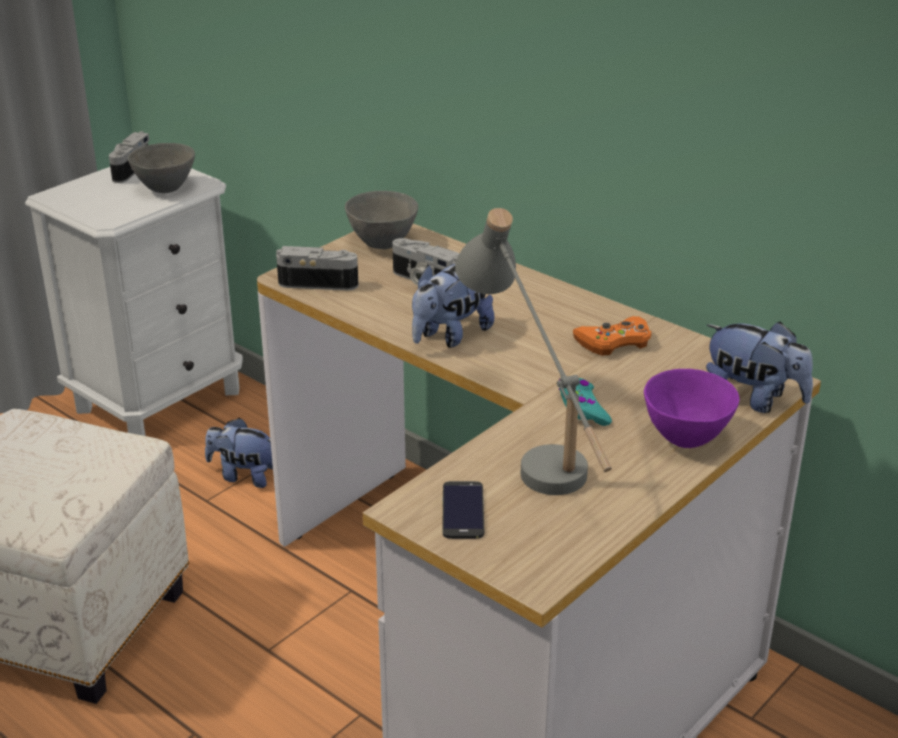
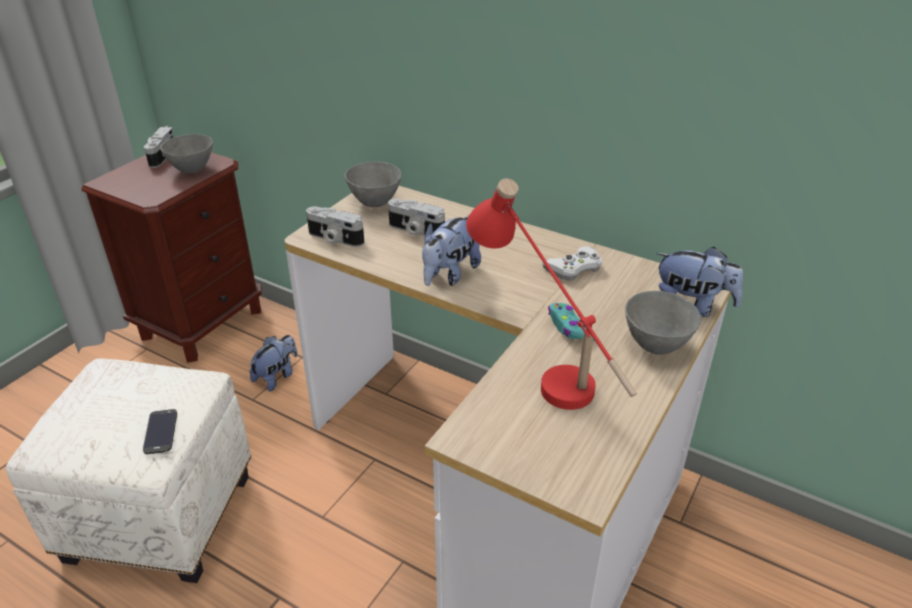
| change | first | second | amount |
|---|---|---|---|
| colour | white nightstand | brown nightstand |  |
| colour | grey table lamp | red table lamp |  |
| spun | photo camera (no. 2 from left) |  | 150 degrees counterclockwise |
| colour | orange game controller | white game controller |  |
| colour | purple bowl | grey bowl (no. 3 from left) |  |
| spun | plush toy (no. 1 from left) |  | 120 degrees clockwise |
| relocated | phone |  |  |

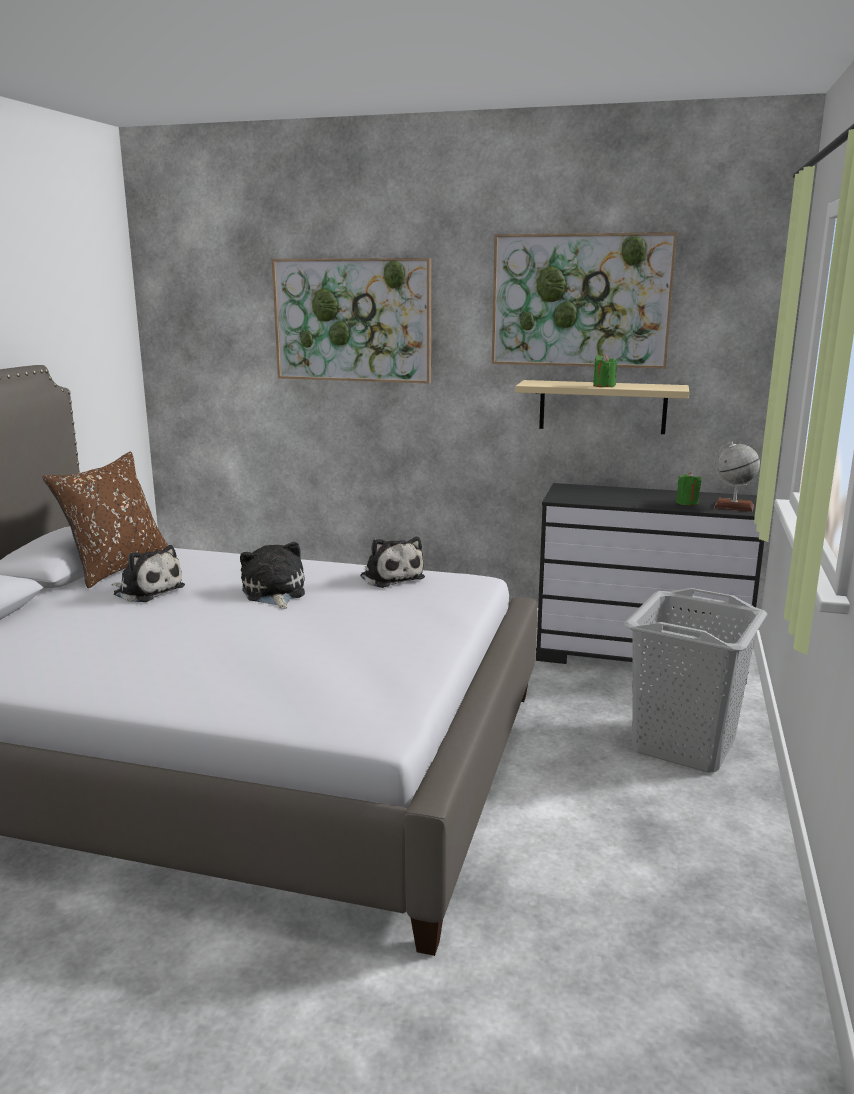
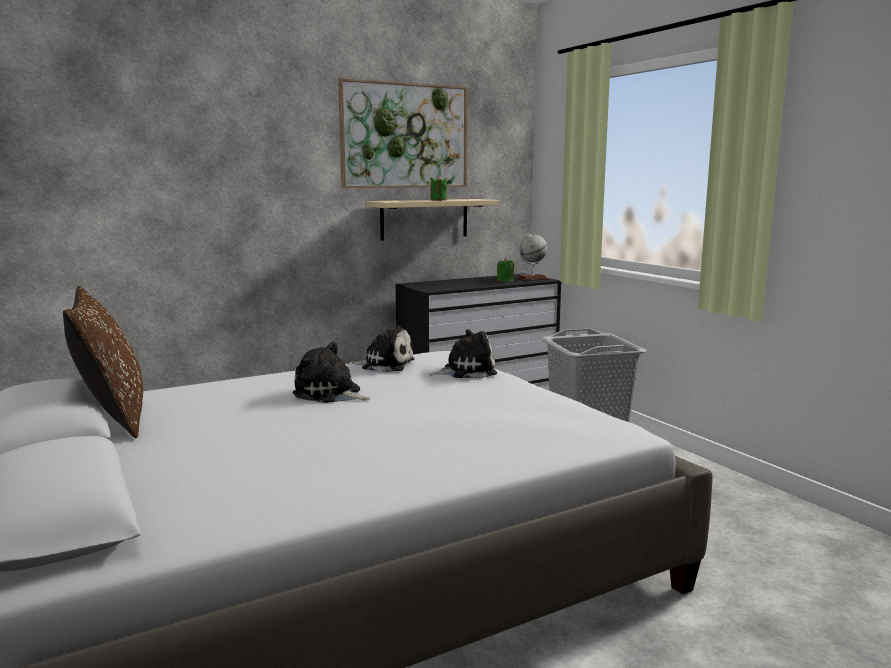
| change | first | second | amount |
|---|---|---|---|
| missing | picture (no. 1 from left) |  |  |
| relocated | plush toy (no. 1 from left in the first image) | plush toy (no. 3 from left) |  |

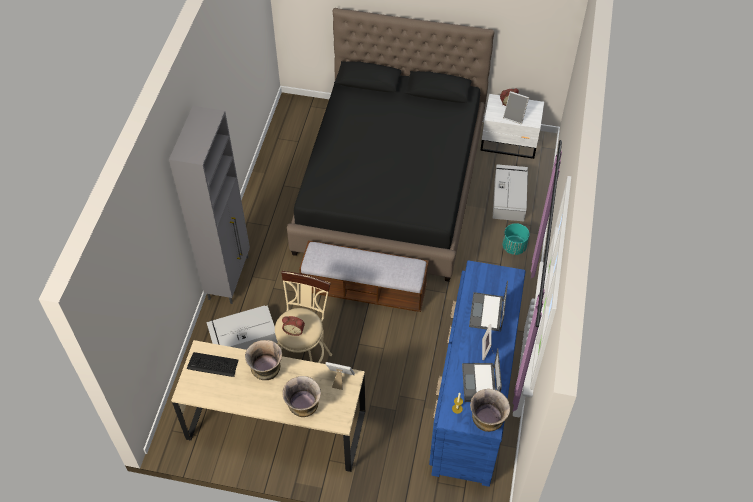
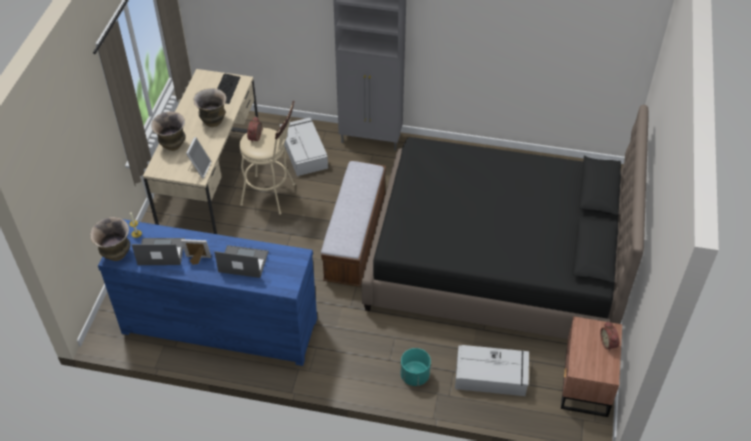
| change | first | second | amount |
|---|---|---|---|
| missing | picture frame (no. 3 from left) |  |  |
| colour | white nightstand | brown nightstand |  |

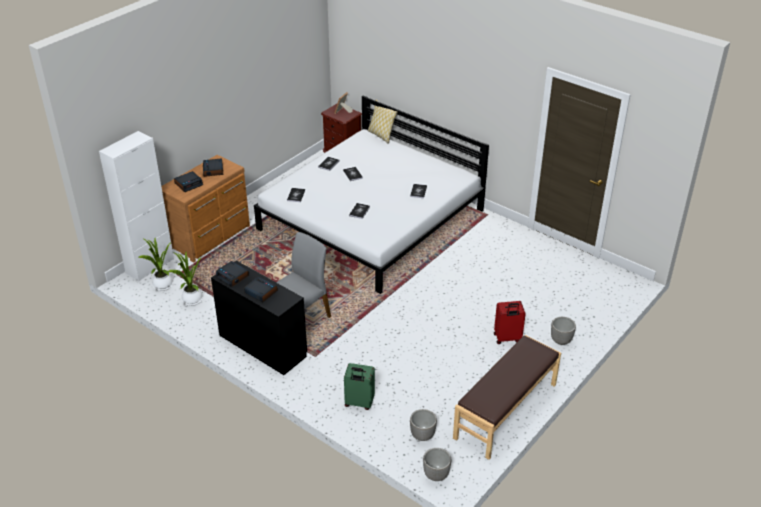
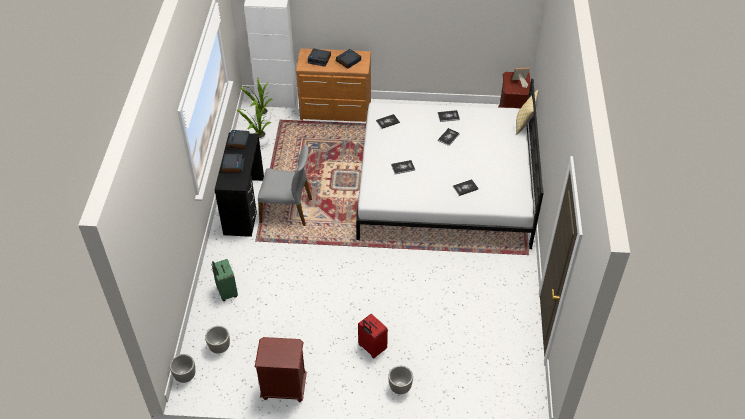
| change | first | second | amount |
|---|---|---|---|
| exchanged | brown bench | brown nightstand (no. 1 from left) |  |

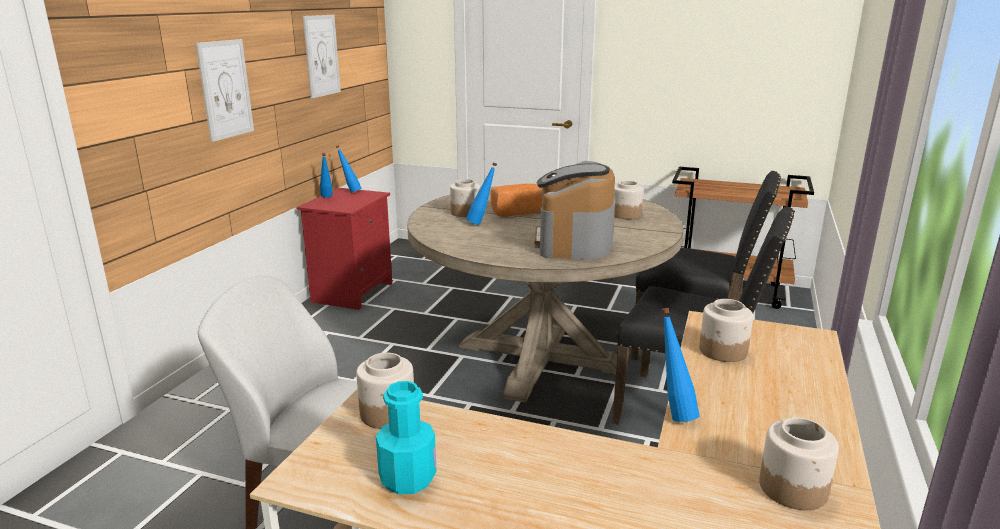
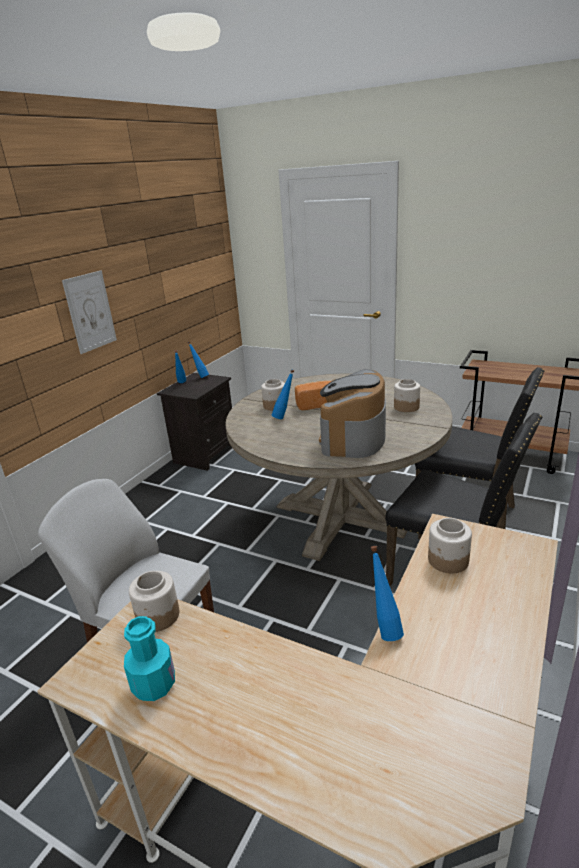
| change | first | second | amount |
|---|---|---|---|
| missing | picture (no. 2 from left) |  |  |
| colour | red nightstand | black nightstand |  |
| missing | jar (no. 5 from left) |  |  |

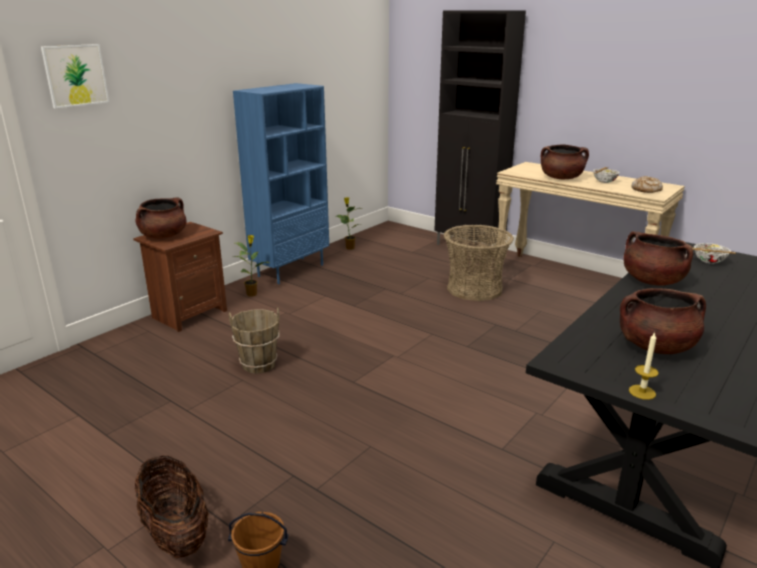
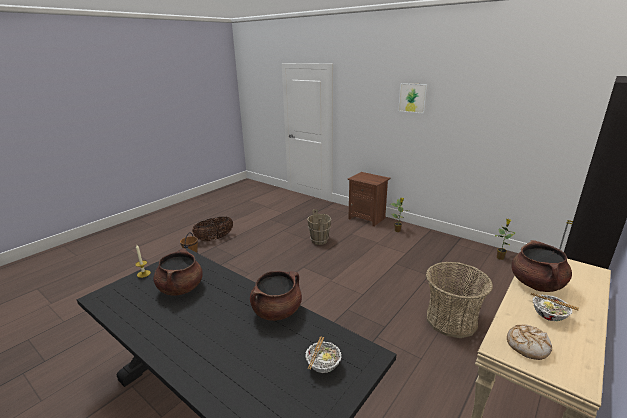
| change | first | second | amount |
|---|---|---|---|
| relocated | picture |  |  |
| missing | blue bookcase |  |  |
| missing | brown cooking pot (no. 1 from left) |  |  |

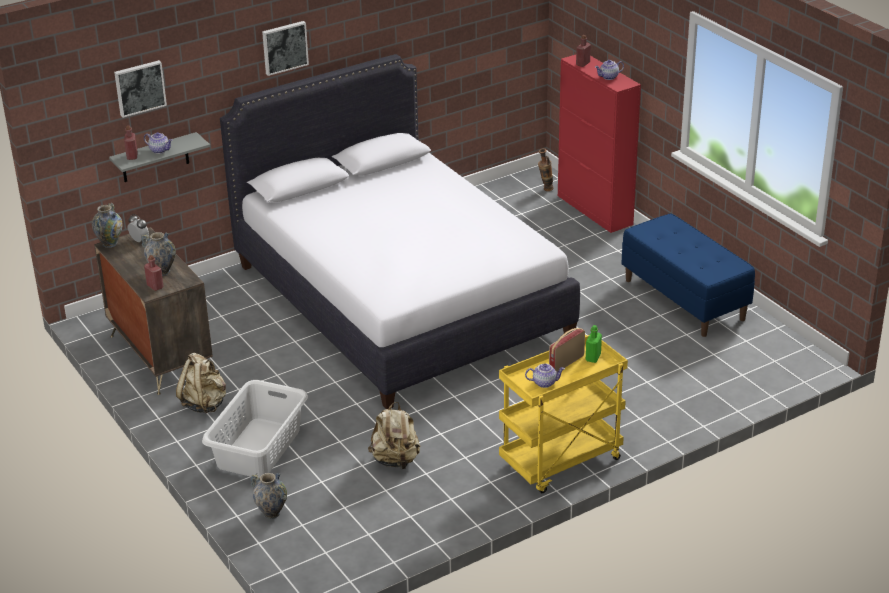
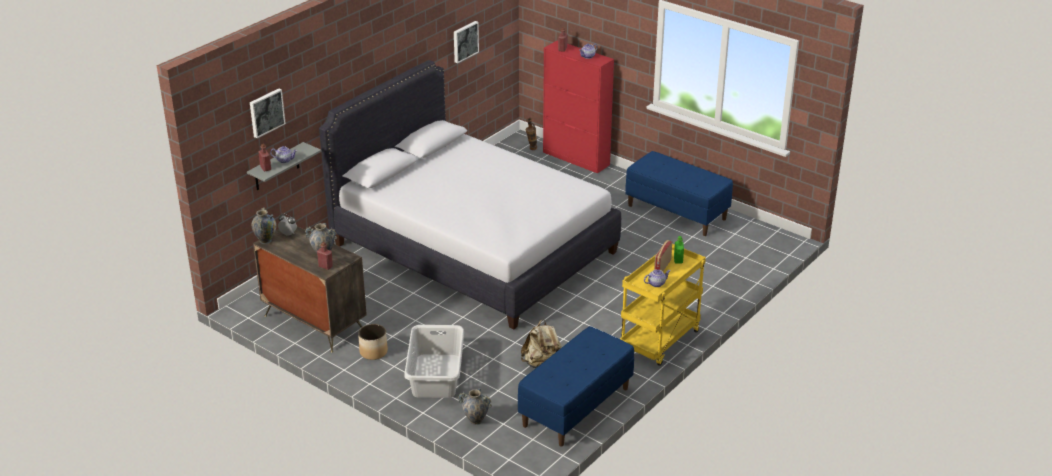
| change | first | second | amount |
|---|---|---|---|
| relocated | picture (no. 2 from left) |  |  |
| exchanged | beige backpack (no. 1 from left) | planter |  |
| appeared |  | blue bench (no. 1 from left) |  |

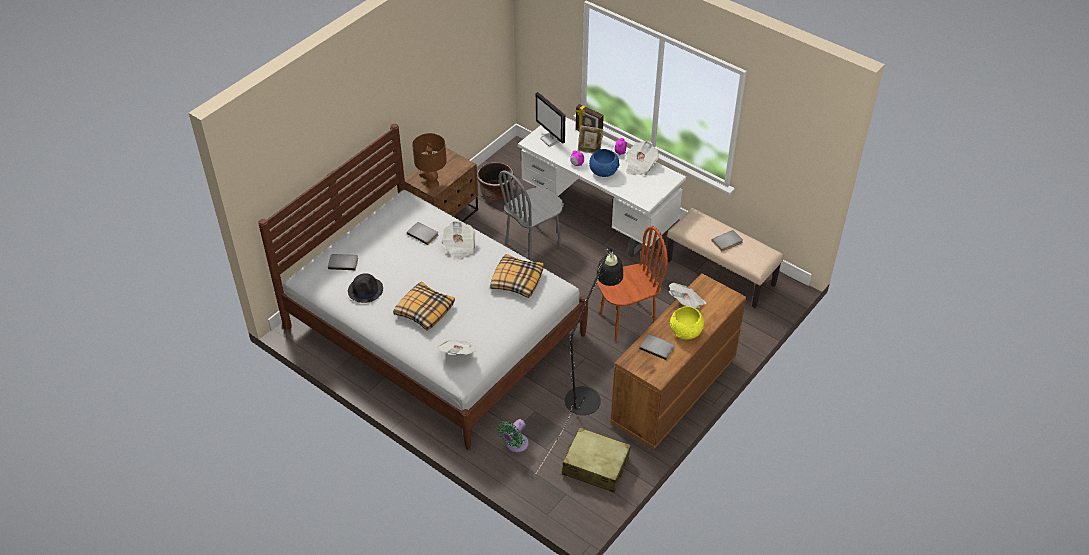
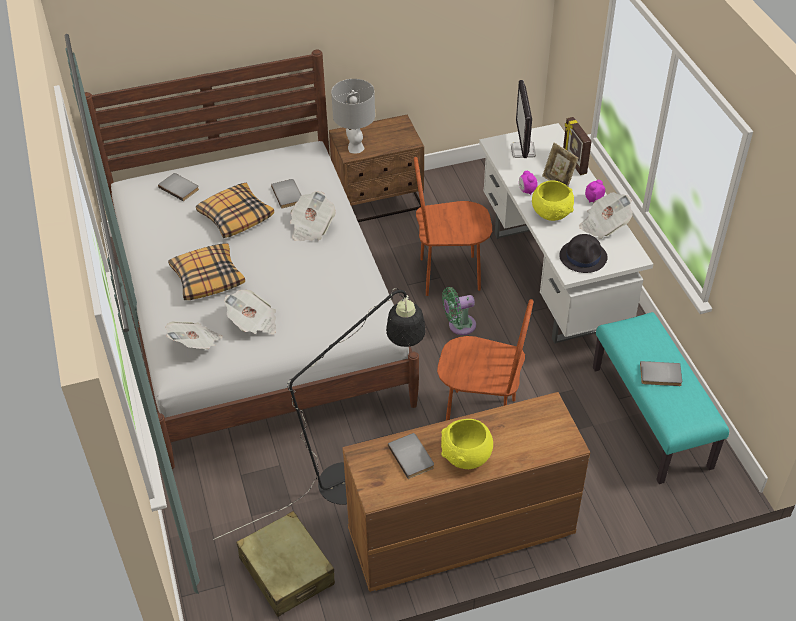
| change | first | second | amount |
|---|---|---|---|
| colour | brown table lamp | grey table lamp |  |
| colour | blue bowl | yellow bowl (no. 2 from left) |  |
| missing | brown planter |  |  |
| colour | grey chair | brown chair (no. 1 from left) |  |
| colour | beige bench | turquoise bench |  |
| relocated | pillow (no. 2 from left) |  |  |
| relocated | black hat |  |  |
| relocated | newspaper (no. 4 from left in the first image) | newspaper (no. 2 from left) |  |
| relocated | green fan |  |  |

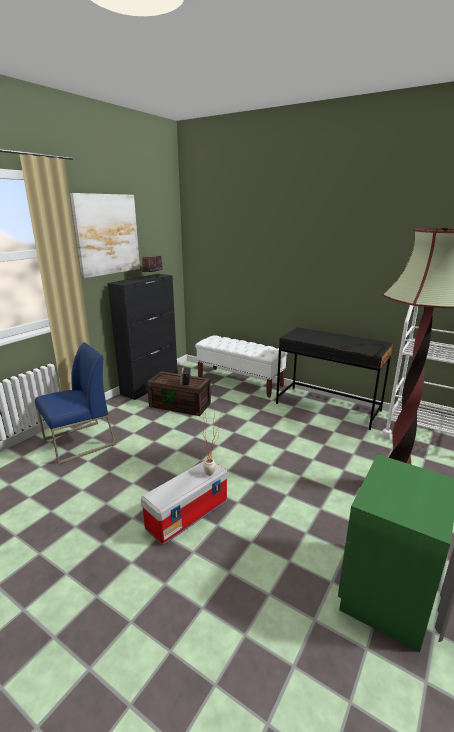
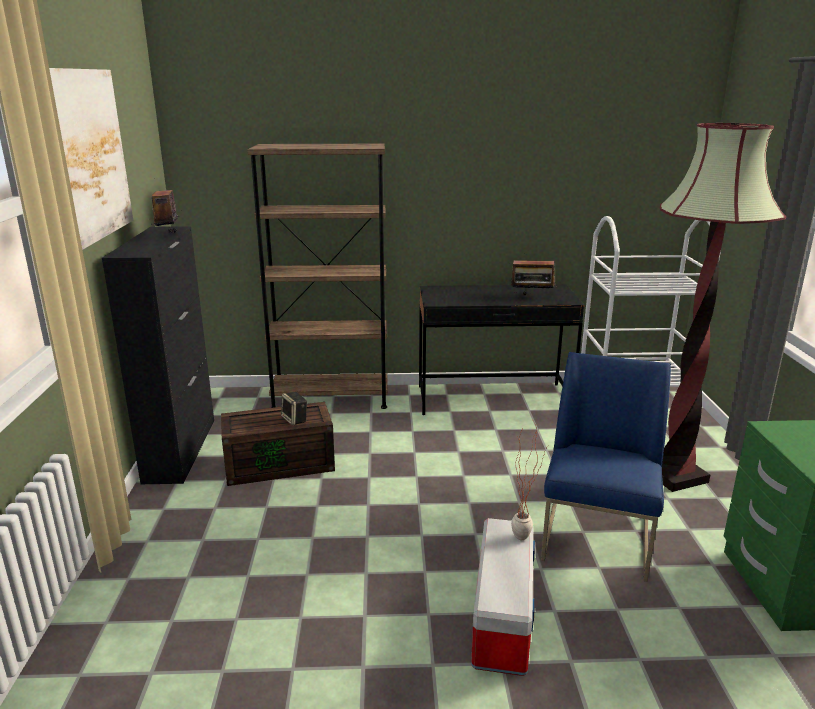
| change | first | second | amount |
|---|---|---|---|
| exchanged | white bench | brown bookcase |  |
| relocated | blue chair |  |  |
| appeared |  | radio (no. 2 from left) |  |

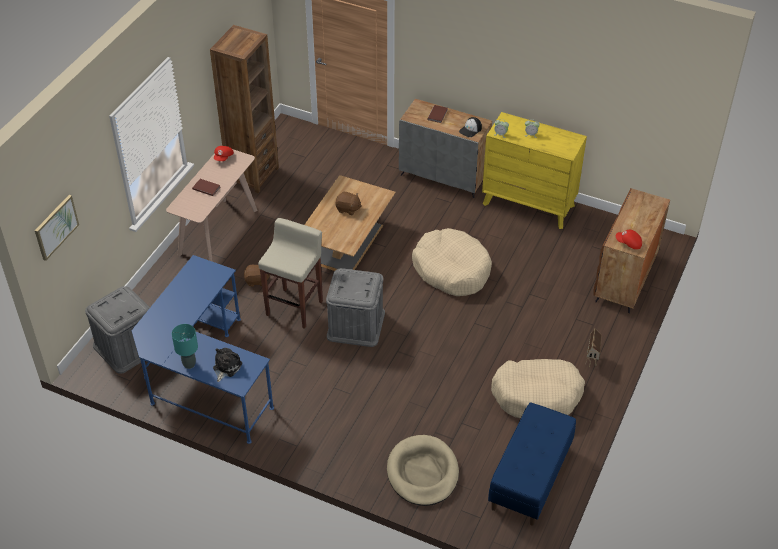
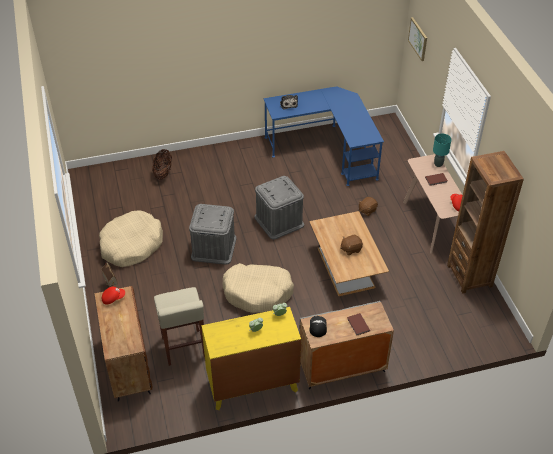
| change | first | second | amount |
|---|---|---|---|
| relocated | beige stool |  |  |
| relocated | grey storage box (no. 1 from left) |  |  |
| relocated | turquoise table lamp |  |  |
| missing | blue bench |  |  |
| exchanged | beige dog bed (no. 1 from left) | basket |  |

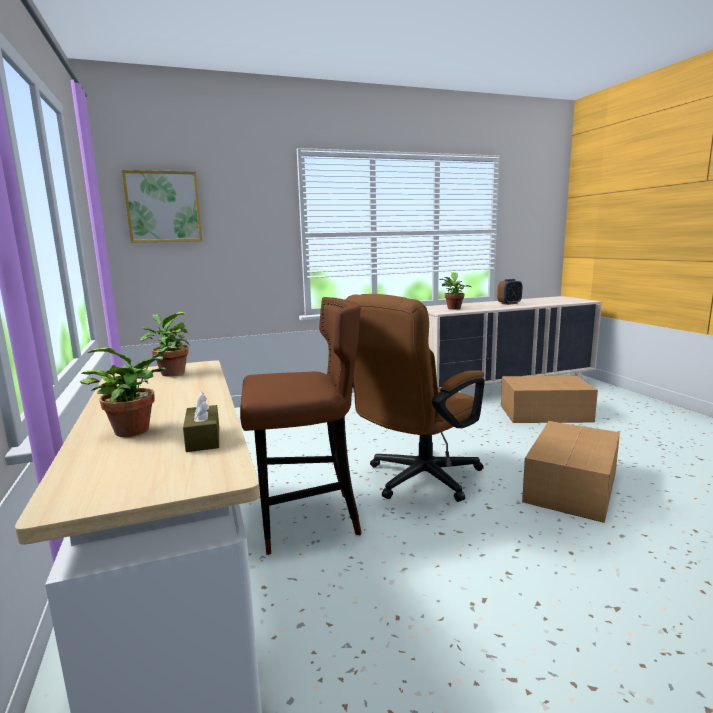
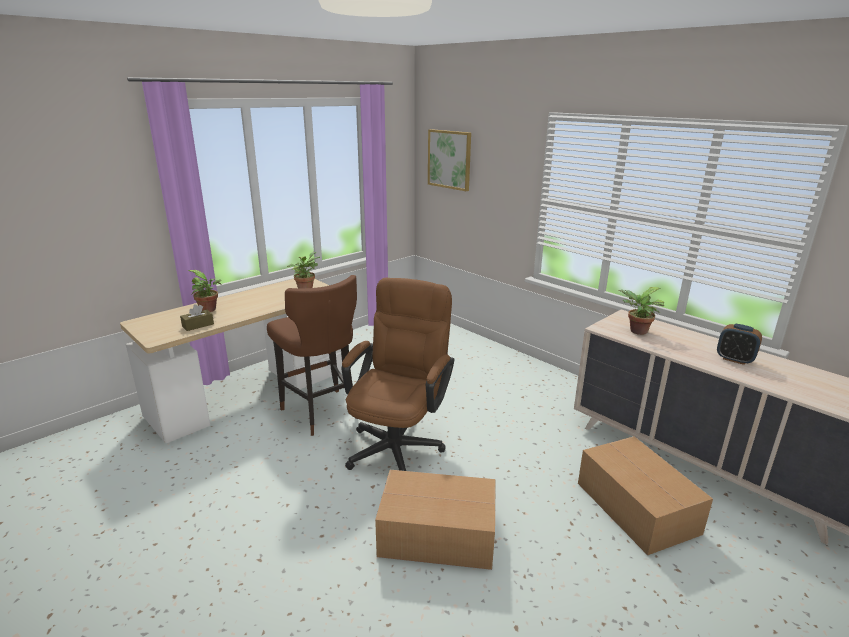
| change | first | second | amount |
|---|---|---|---|
| spun | brown office chair |  | 90 degrees clockwise |

